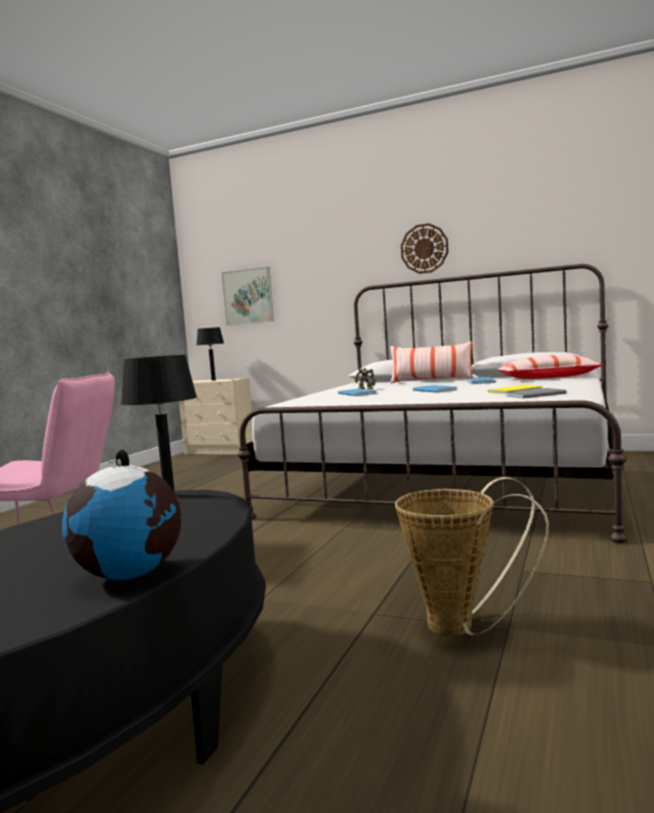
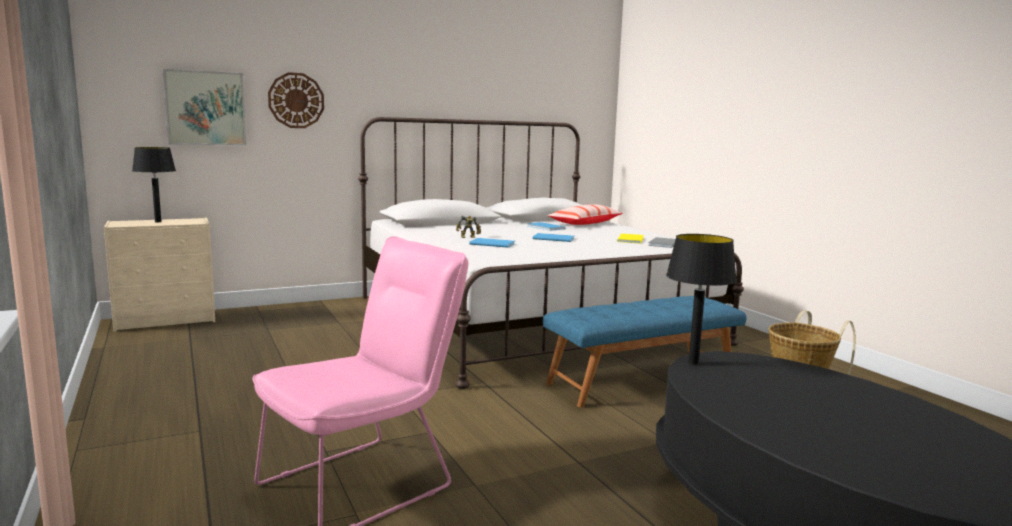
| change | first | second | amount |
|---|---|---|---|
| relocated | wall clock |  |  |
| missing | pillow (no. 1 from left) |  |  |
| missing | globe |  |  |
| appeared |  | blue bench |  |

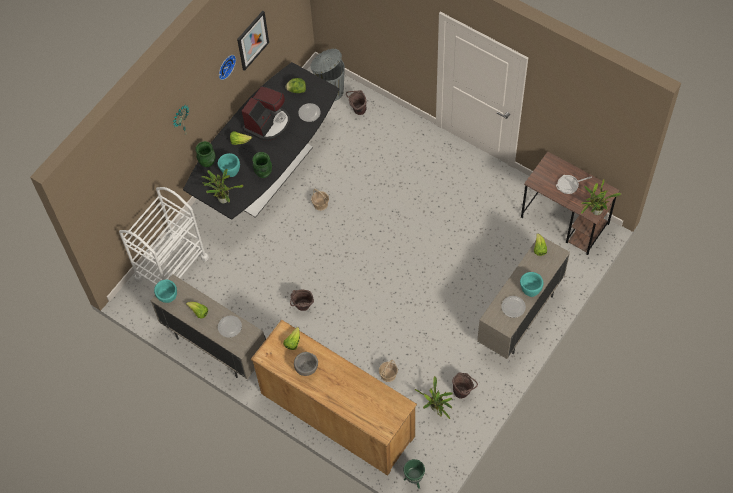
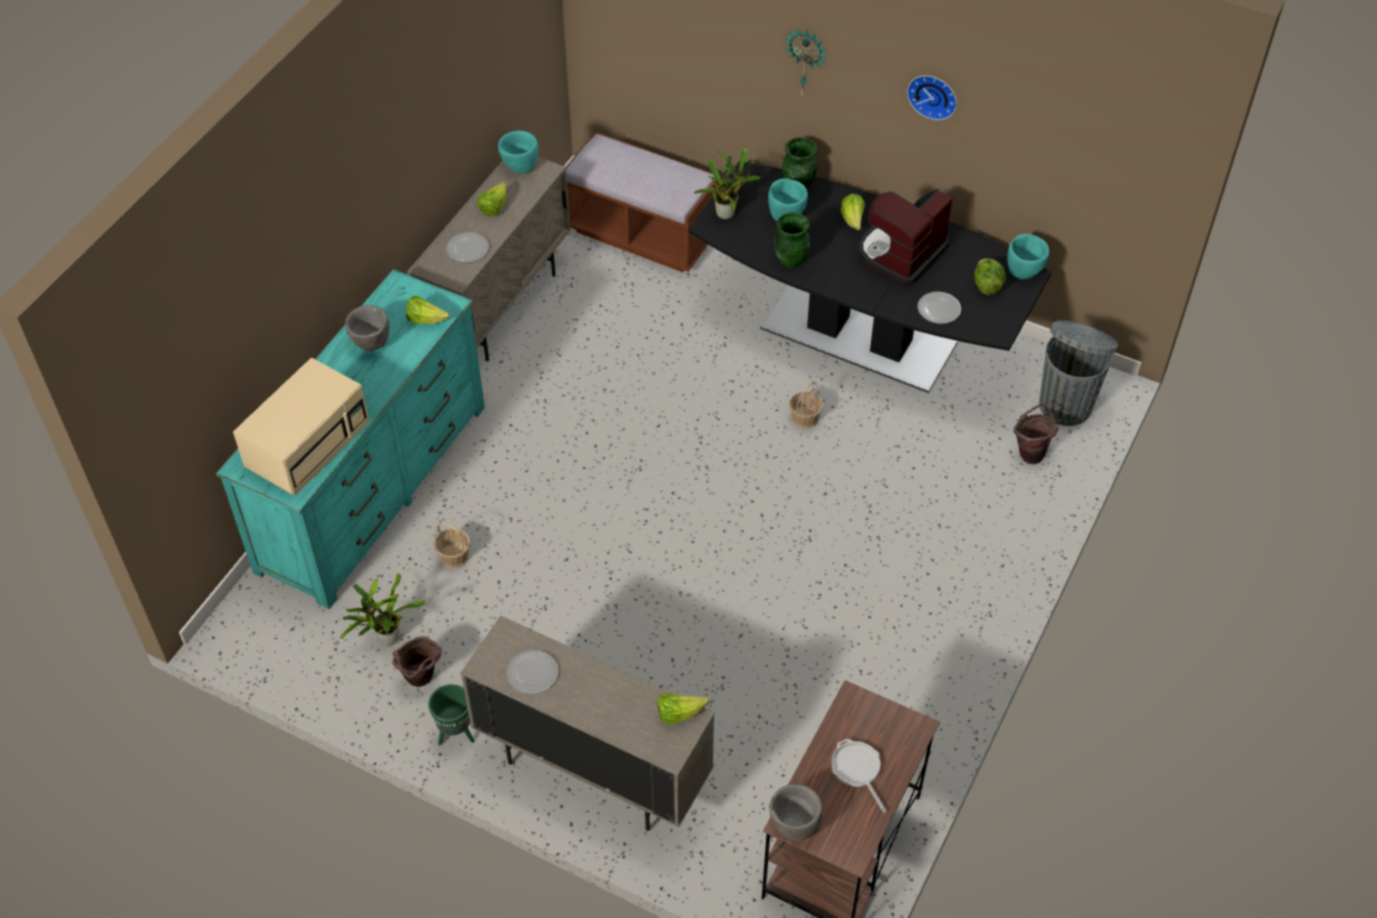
| change | first | second | amount |
|---|---|---|---|
| missing | picture |  |  |
| spun | coffee machine |  | 105 degrees clockwise |
| exchanged | potted plant (no. 3 from left) | grey bowl (no. 2 from left) |  |
| exchanged | white cart | brown bench |  |
| relocated | turquoise bowl (no. 3 from left) |  |  |
| missing | brown bucket (no. 1 from left) |  |  |
| colour | brown dresser | turquoise dresser |  |
| relocated | green planter |  |  |
| appeared |  | beige microwave |  |

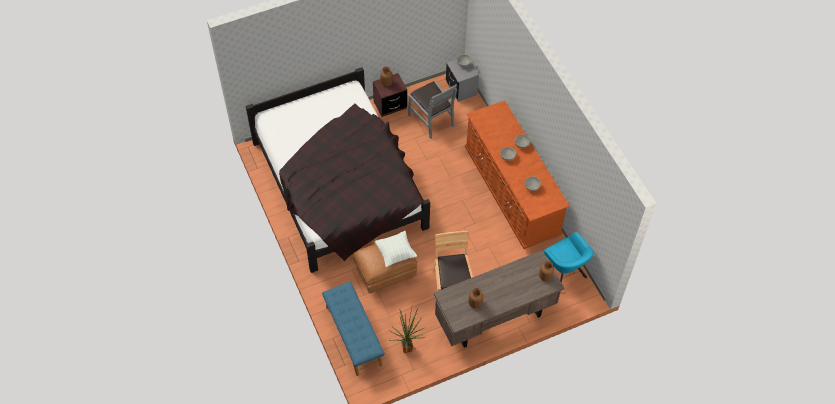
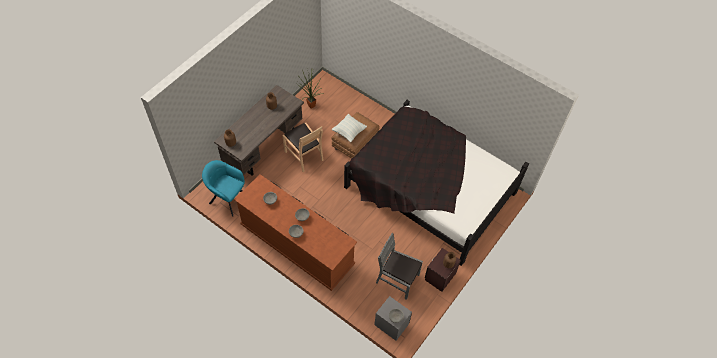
| change | first | second | amount |
|---|---|---|---|
| missing | blue bench |  |  |

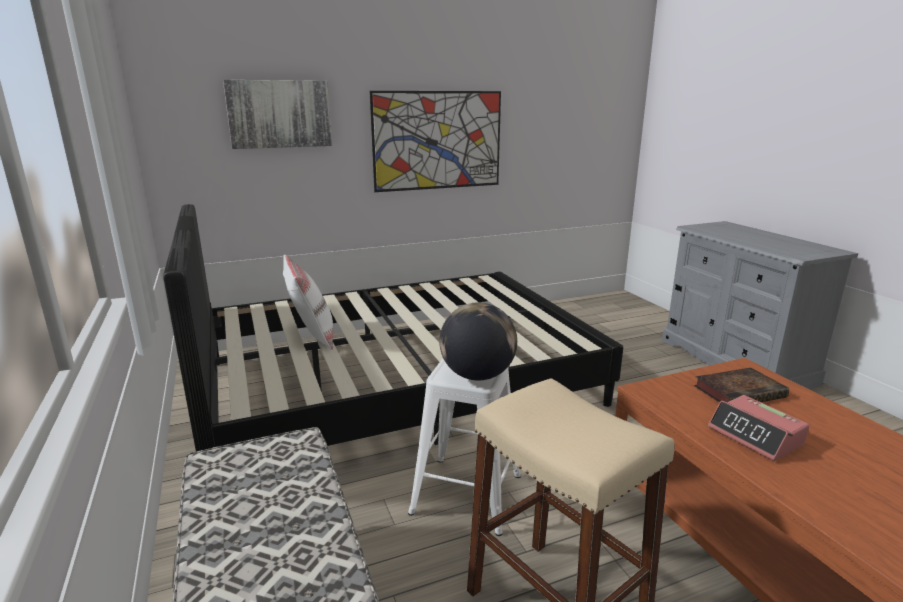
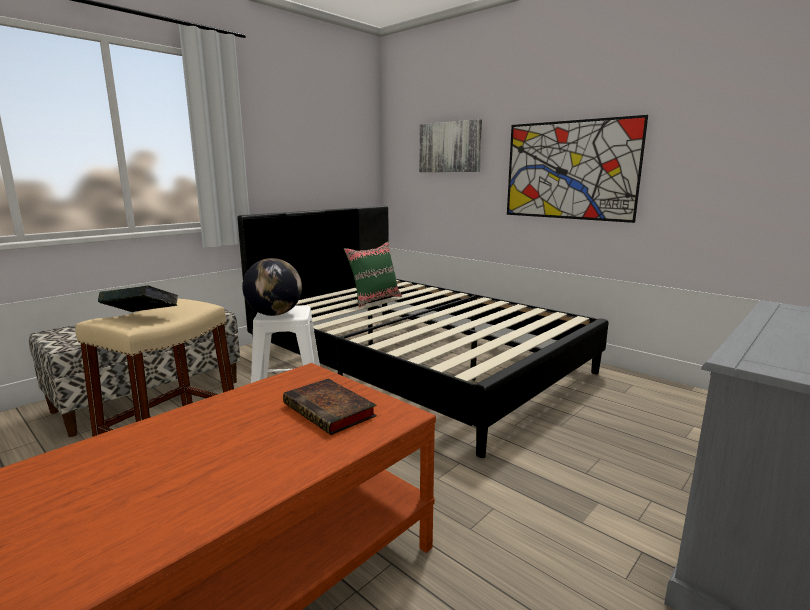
| change | first | second | amount |
|---|---|---|---|
| colour | white pillow | green pillow |  |
| missing | alarm clock |  |  |
| appeared |  | book (no. 1 from left) |  |

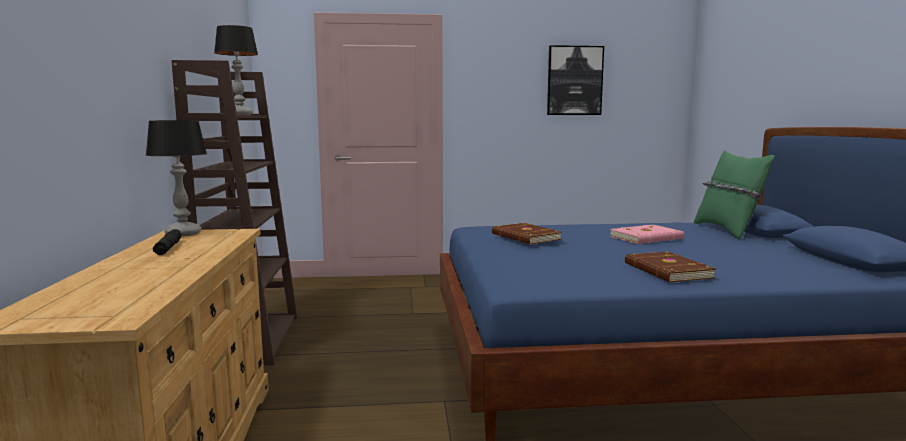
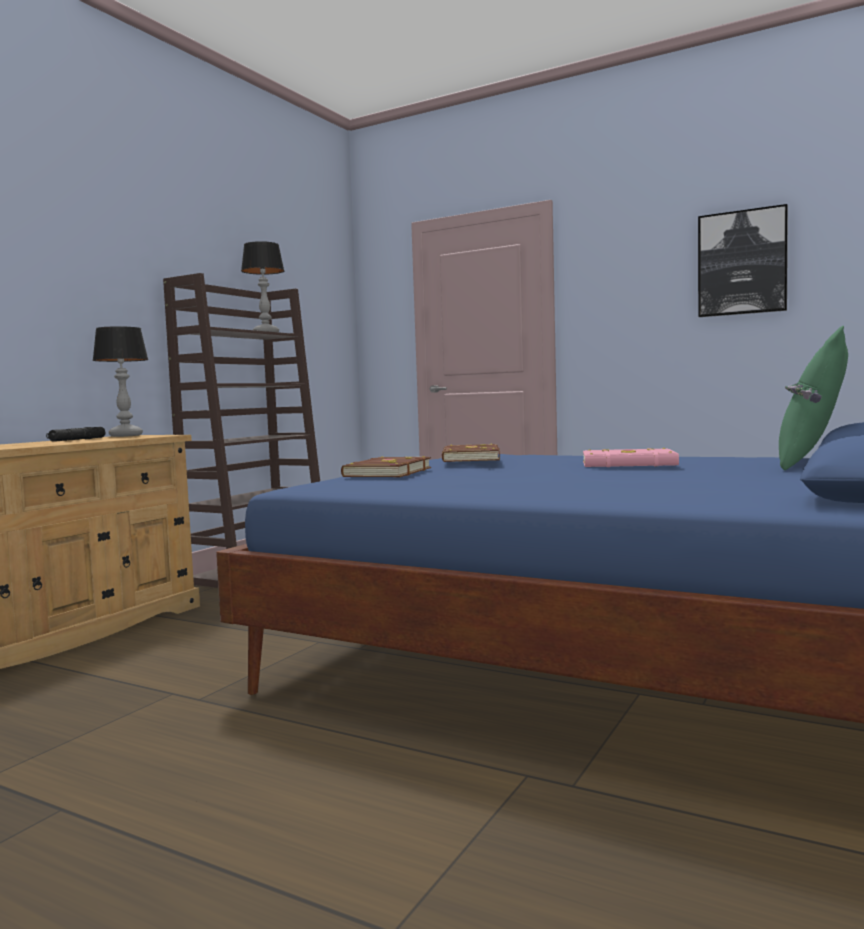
| change | first | second | amount |
|---|---|---|---|
| relocated | brown book (no. 2 from left in the first image) | brown book (no. 1 from left) |  |

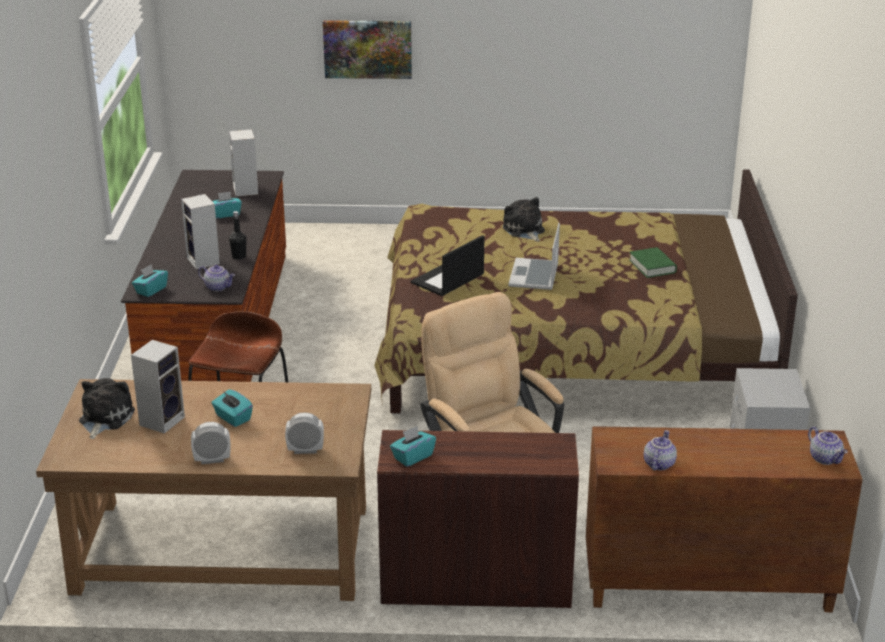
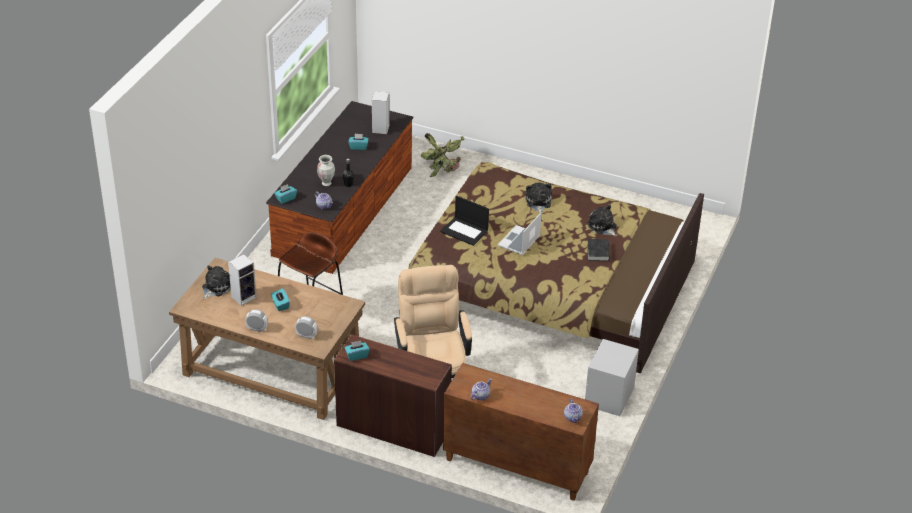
| change | first | second | amount |
|---|---|---|---|
| missing | picture |  |  |
| exchanged | speaker (no. 2 from left) | vase |  |
| spun | laptop (no. 1 from left) |  | 120 degrees counterclockwise |
| colour | green book | black book |  |
| appeared |  | potted plant |  |
| appeared |  | plush toy (no. 3 from left) |  |

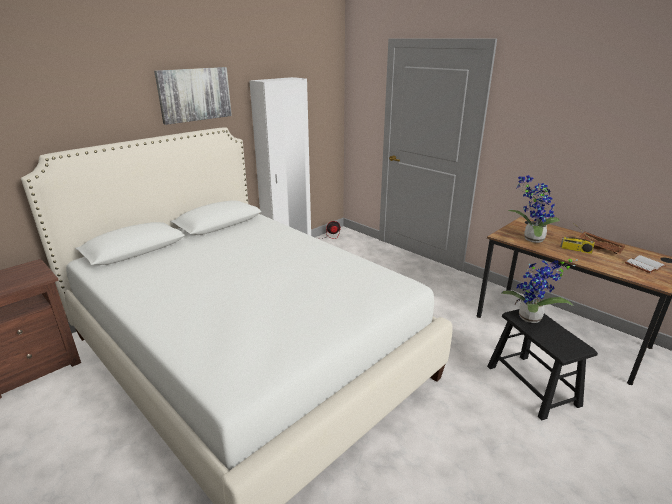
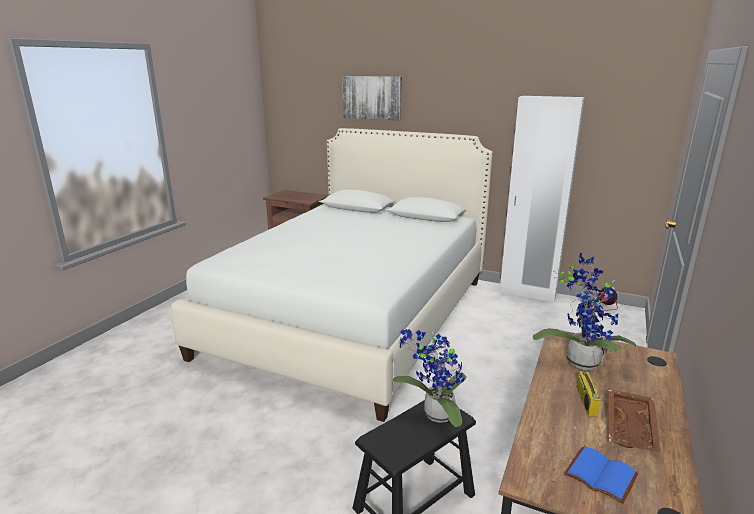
| change | first | second | amount |
|---|---|---|---|
| relocated | picture |  |  |
| colour | white book | blue book |  |

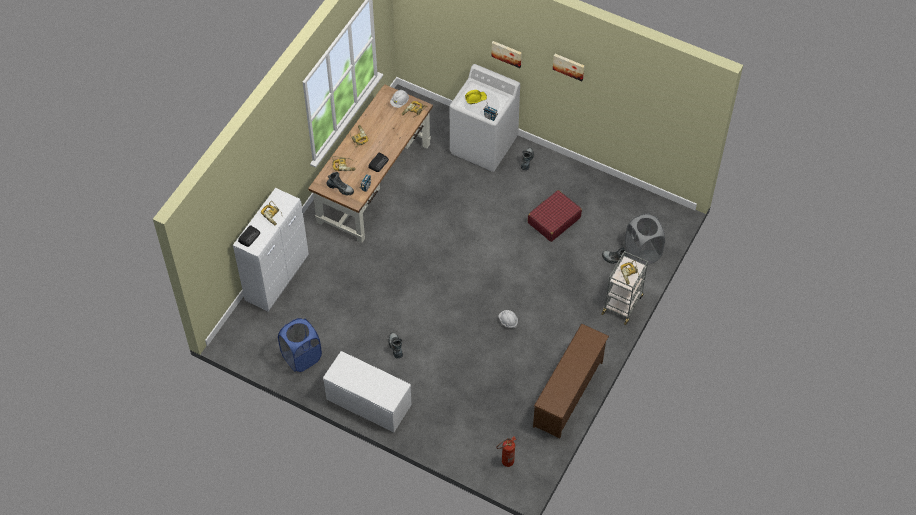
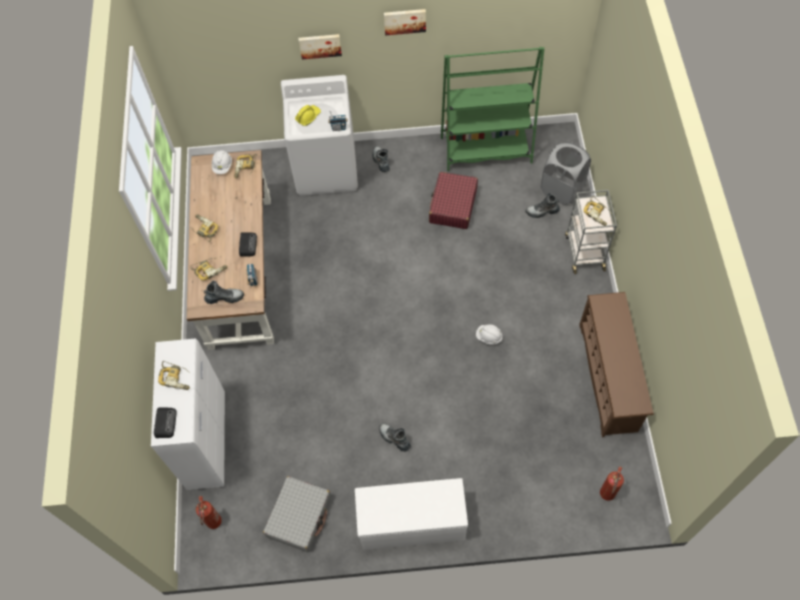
| change | first | second | amount |
|---|---|---|---|
| exchanged | blue laundry basket | grey suitcase |  |
| appeared |  | green bookcase |  |
| appeared |  | fire extinguisher (no. 1 from left) |  |

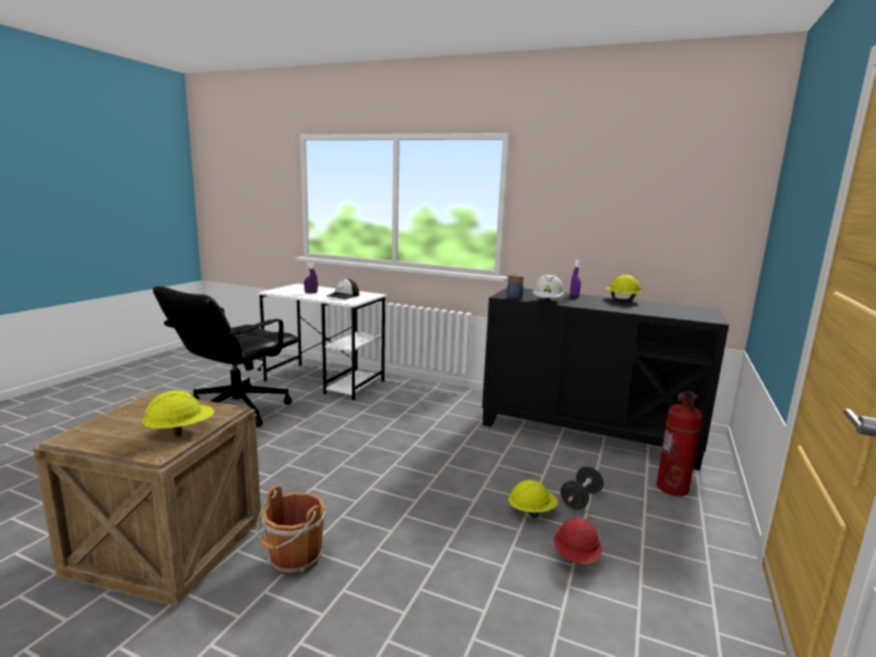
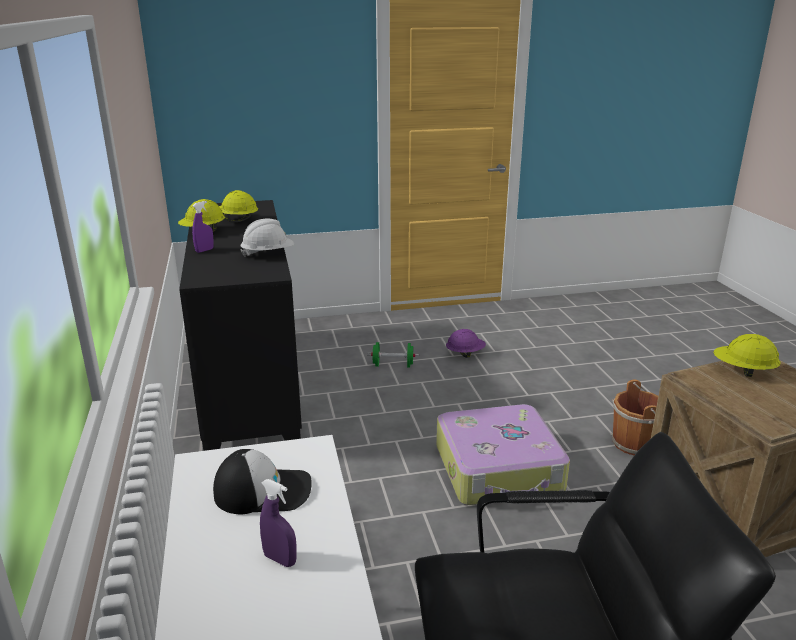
| change | first | second | amount |
|---|---|---|---|
| missing | jar |  |  |
| missing | fire extinguisher |  |  |
| colour | black dumbbell | green dumbbell |  |
| relocated | yellow hard hat (no. 2 from left) |  |  |
| colour | red hard hat | purple hard hat |  |
| appeared |  | suitcase |  |

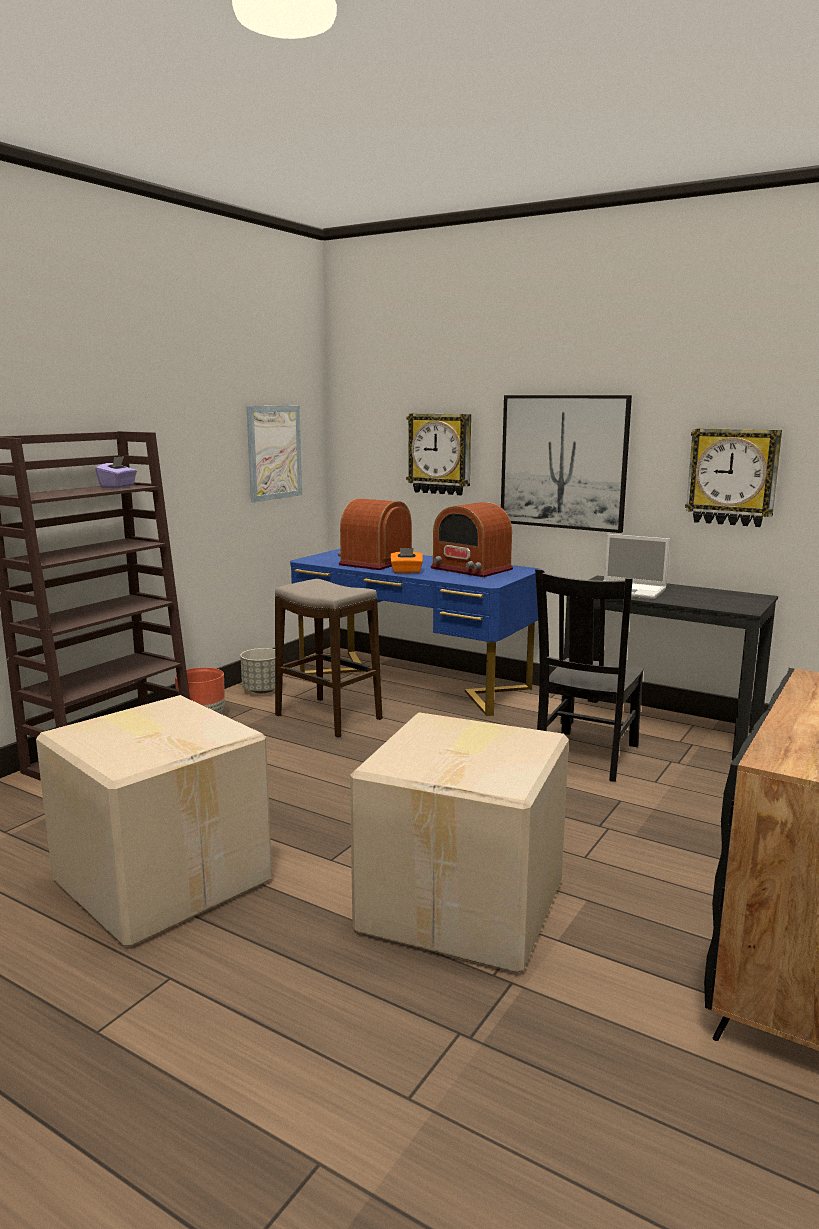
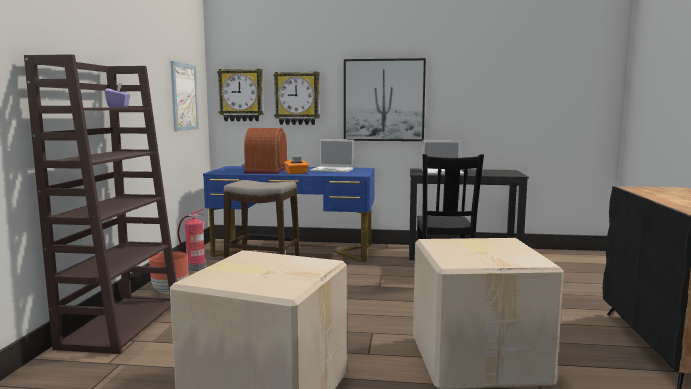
| change | first | second | amount |
|---|---|---|---|
| relocated | wall clock (no. 2 from left in the first image) | wall clock (no. 1 from left) |  |
| exchanged | radio (no. 2 from left) | laptop (no. 1 from left) |  |
| exchanged | grey planter | fire extinguisher |  |

